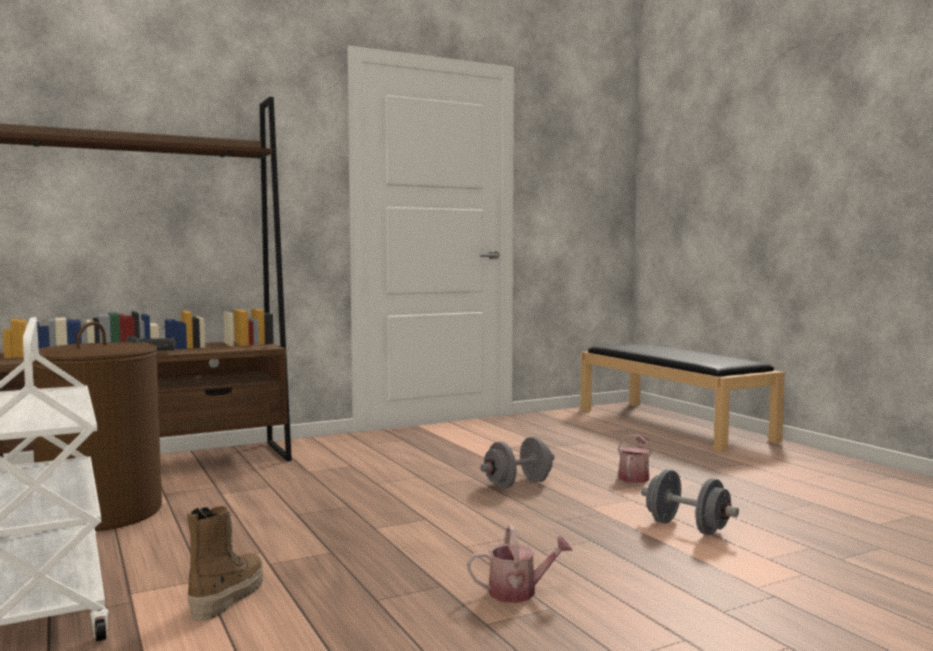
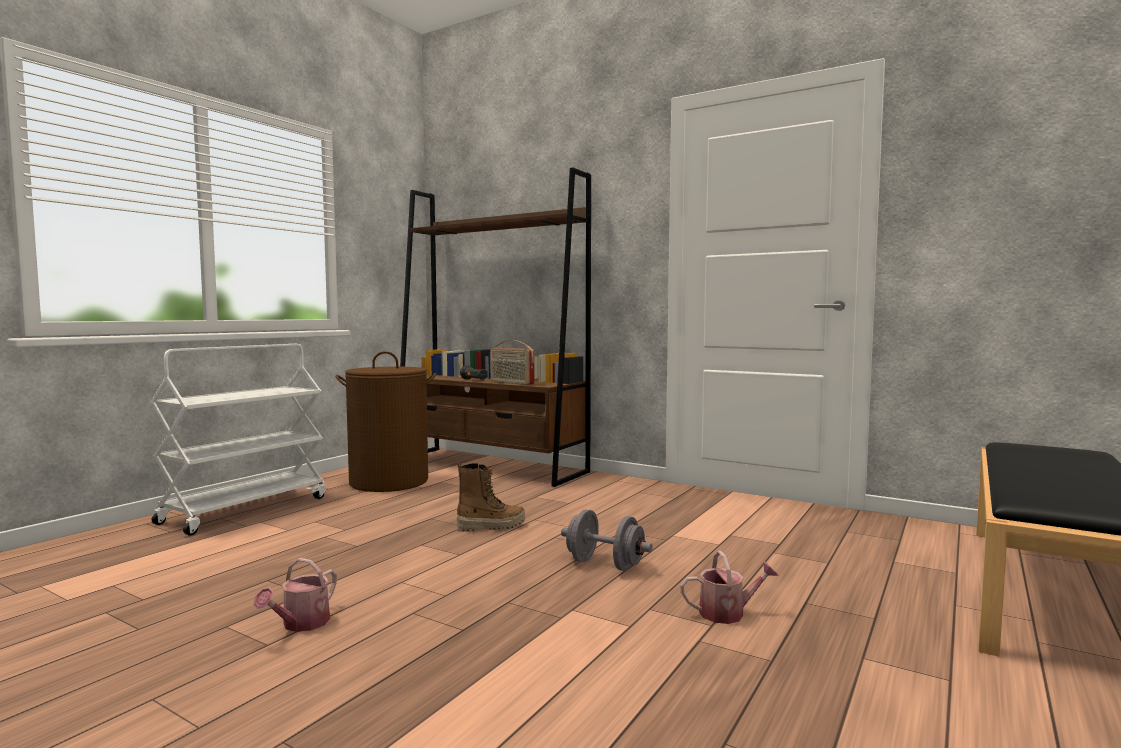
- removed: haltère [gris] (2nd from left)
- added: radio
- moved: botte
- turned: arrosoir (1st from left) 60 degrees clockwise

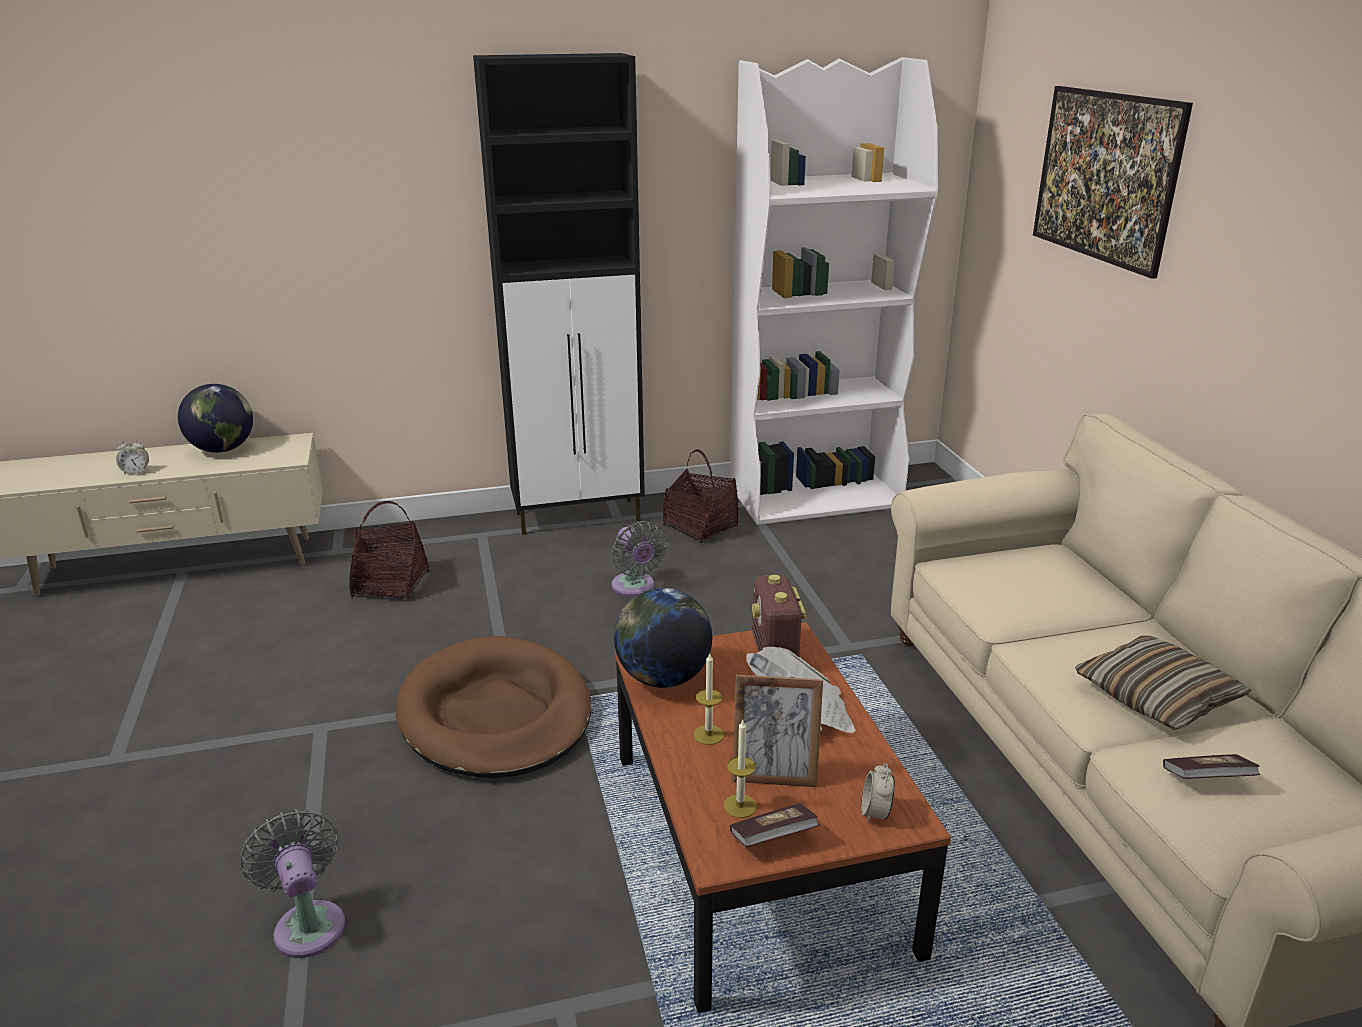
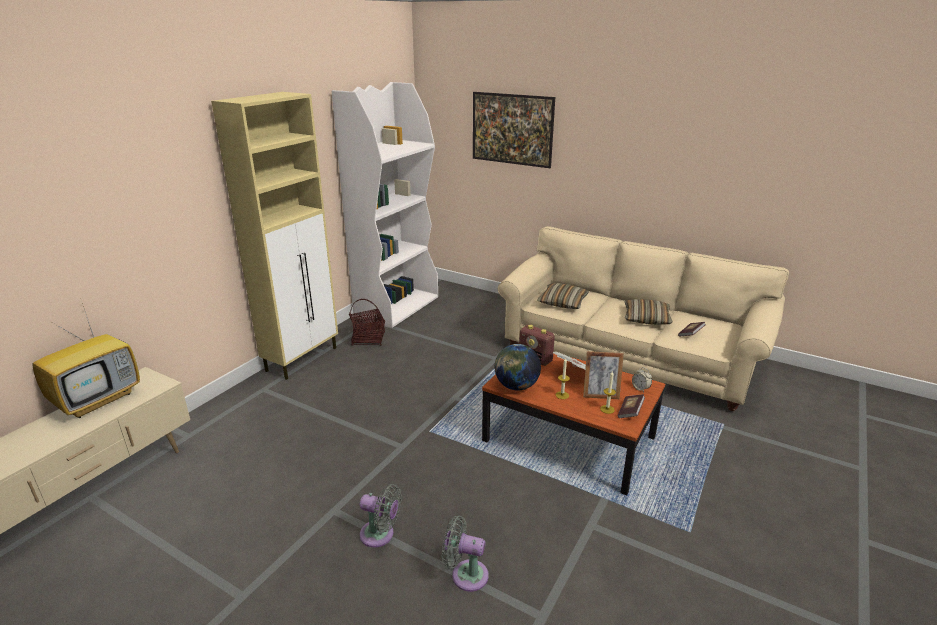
- removed: réveil (1st from left)
- removed: panier (1st from left)
- removed: panier pour chien [marron]
- added: coussin (1st from left)
- moved: ventilateur [gris] (2nd from left in the first image) to ventilateur [gris] (1st from left)
- replaced: globe (1st from left) to téléviseur
- recoloured: meuble de rangement [noir] to meuble de rangement [beige]
- turned: cadre photo 45 degrees clockwise

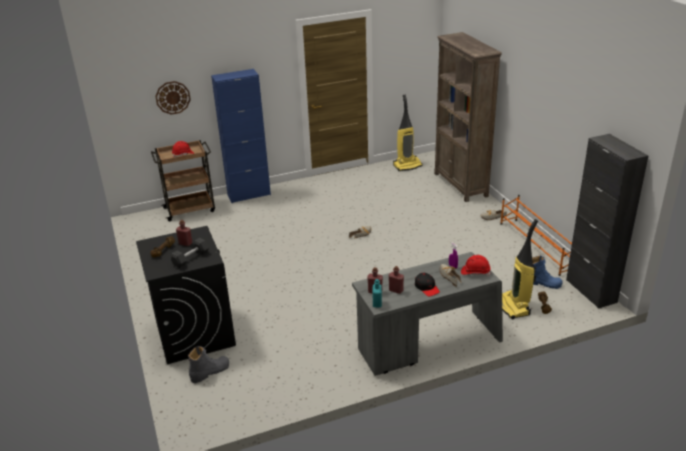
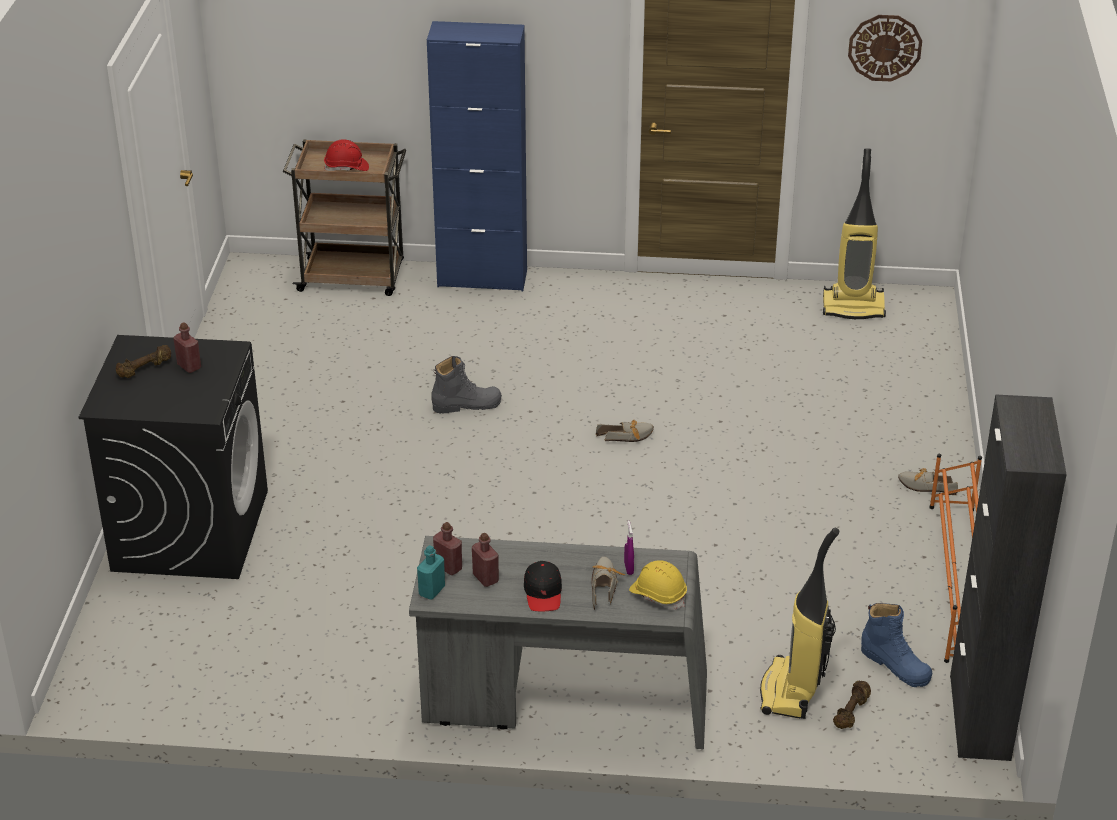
- removed: haltère [gris]
- removed: bibliothèque [marron]
- moved: horloge murale
- moved: botte [gris]
- recoloured: casque de chantier [rouge] (2nd from left) to casque de chantier [jaune]

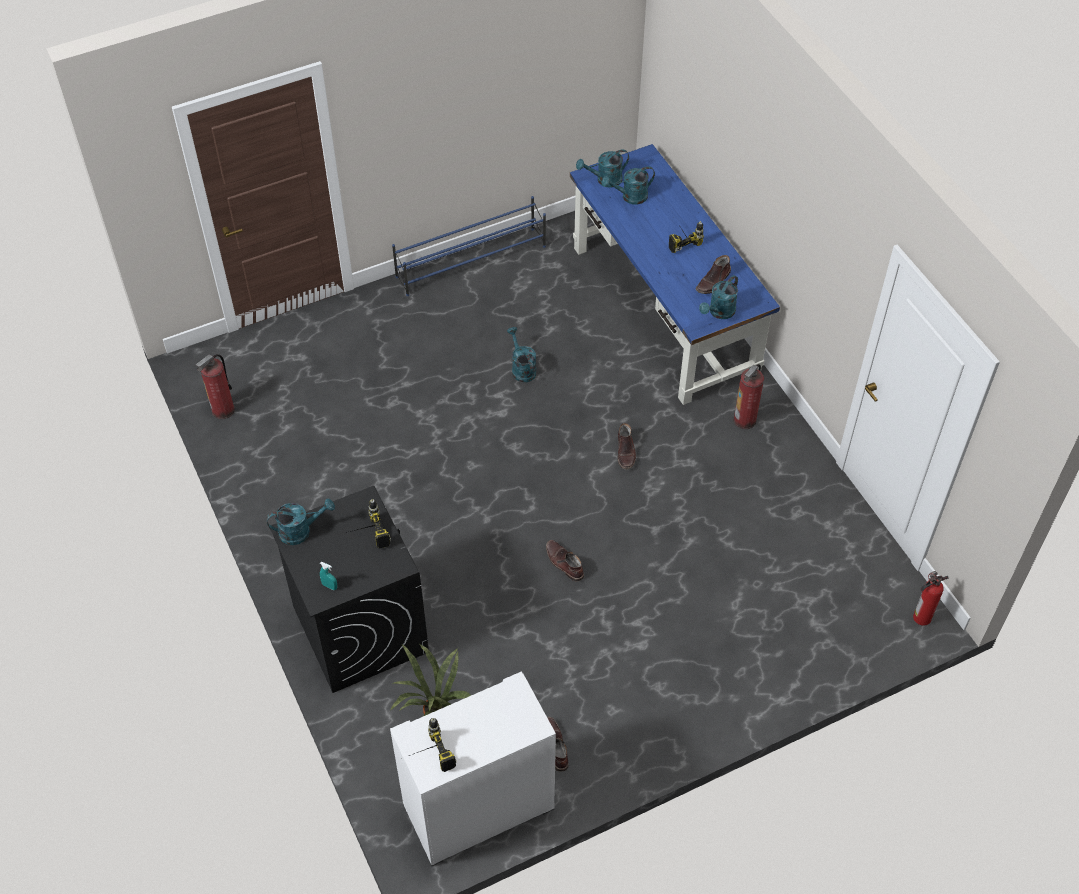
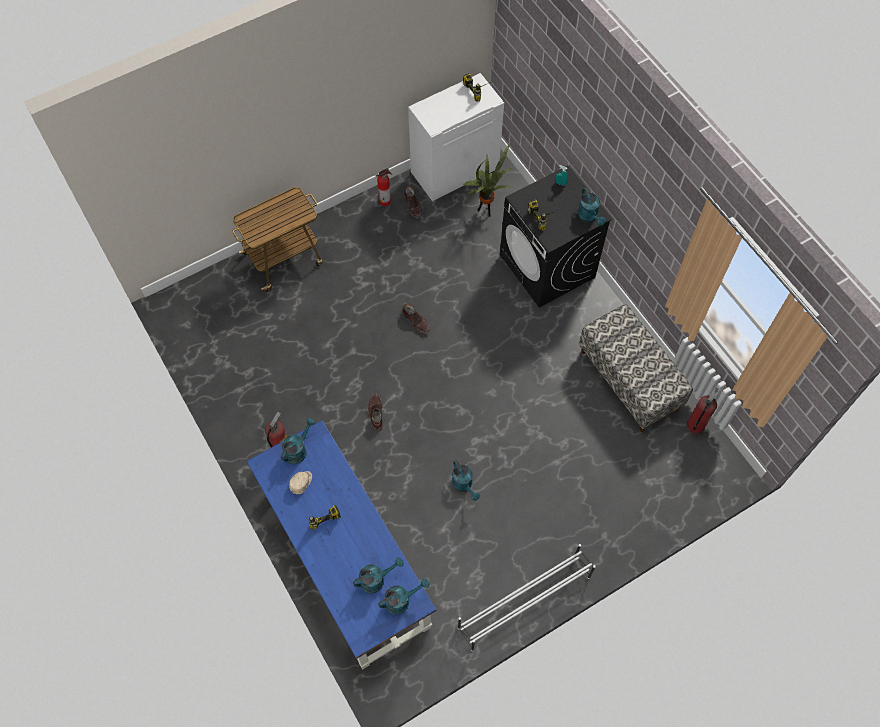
- added: chariot
- added: banc
- moved: extincteur (3rd from left in the first image) to extincteur (2nd from left)
- replaced: botte [marron] (4th from left) to casquette [beige]
- recoloured: étagère à chaussures [bleu] to étagère à chaussures [blanc]
- turned: arrosoir [turquoise] (1st from left in the first image) 90 degrees counterclockwise

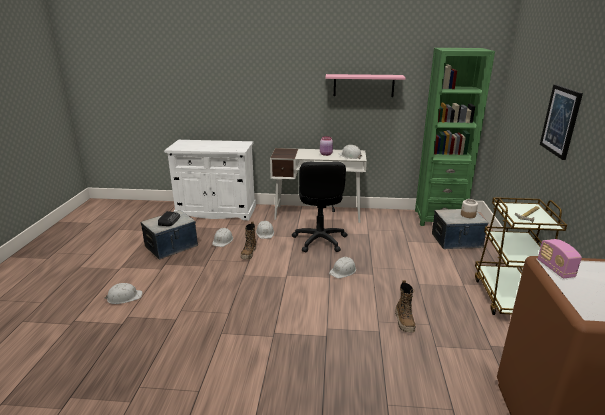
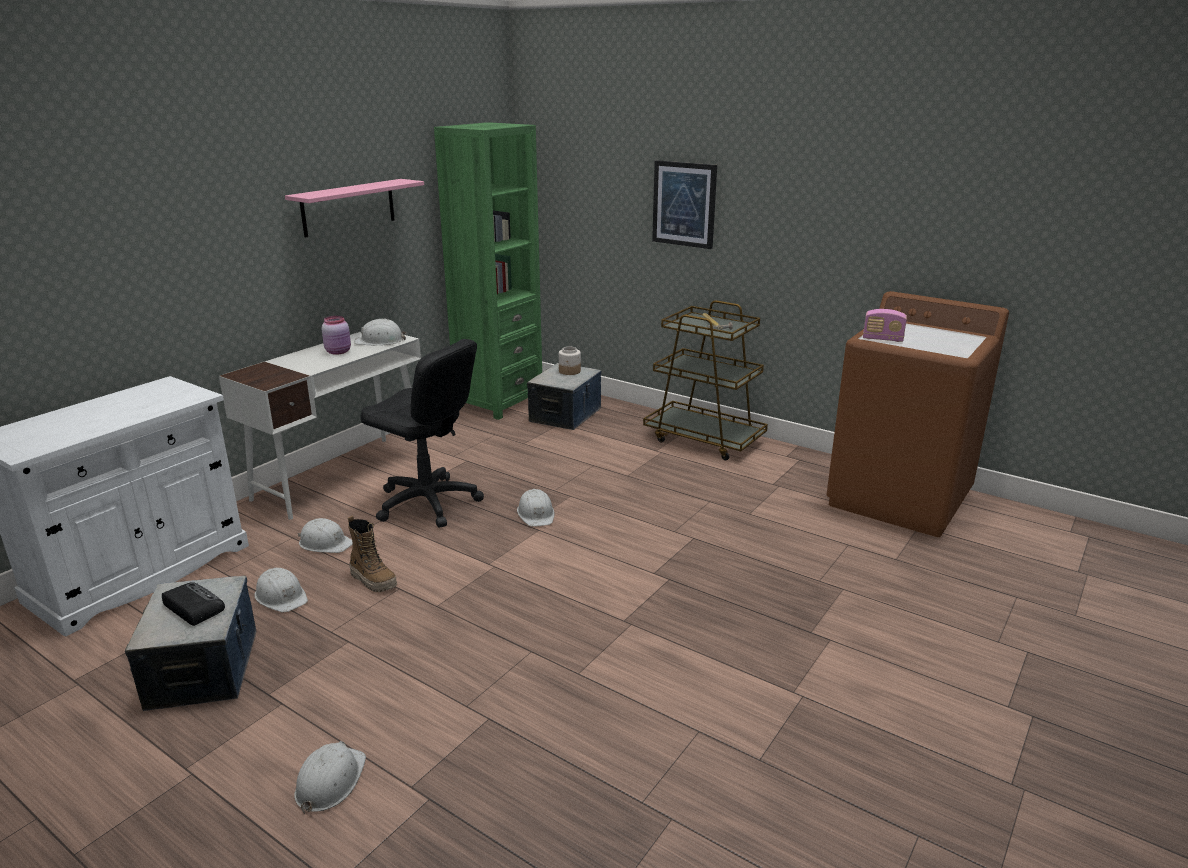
- removed: botte (2nd from left)

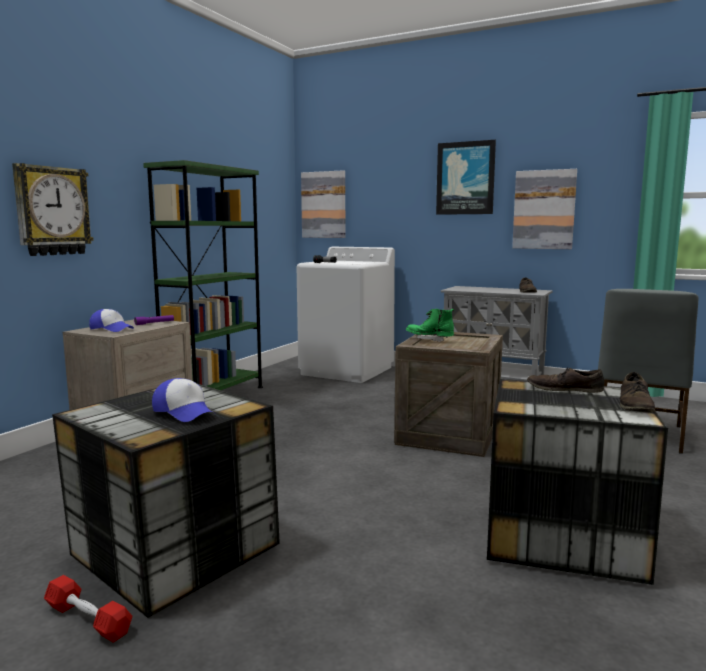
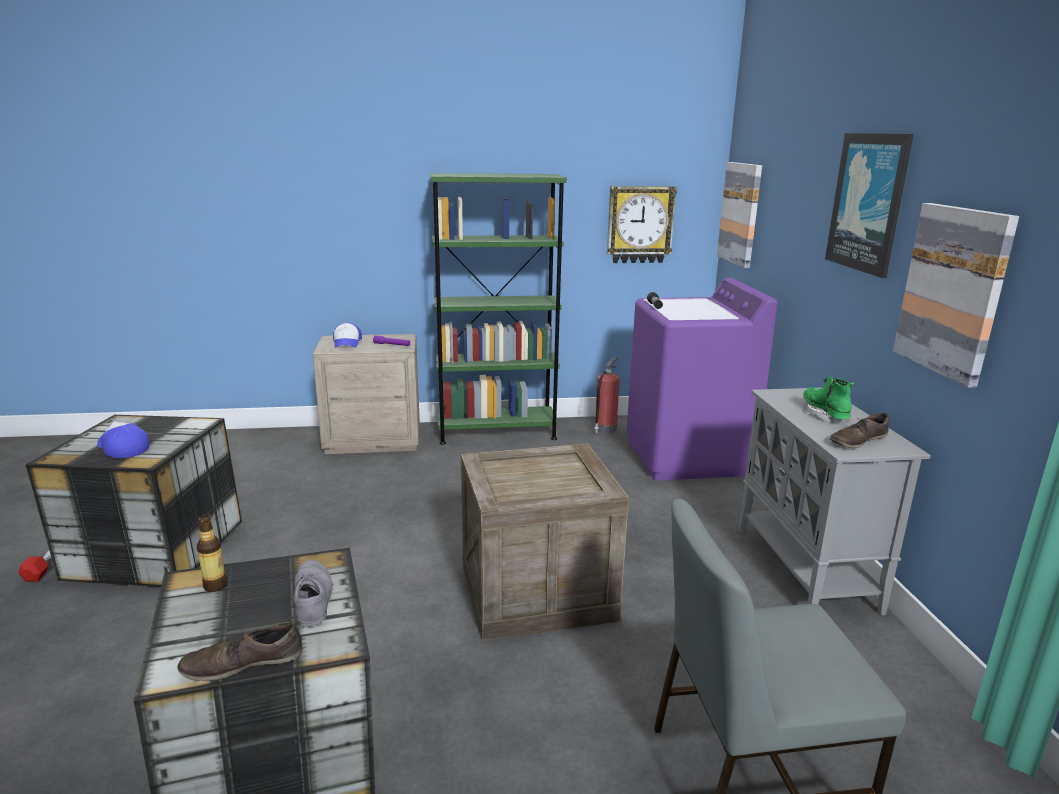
- added: bouteille
- added: extincteur
- moved: horloge murale
- moved: botte [vert]
- recoloured: lave-linge [blanc] to lave-linge [violet]
- recoloured: chaussure [marron] (2nd from left) to chaussure [gris]
- turned: casquette (2nd from left in the first image) 120 degrees clockwise

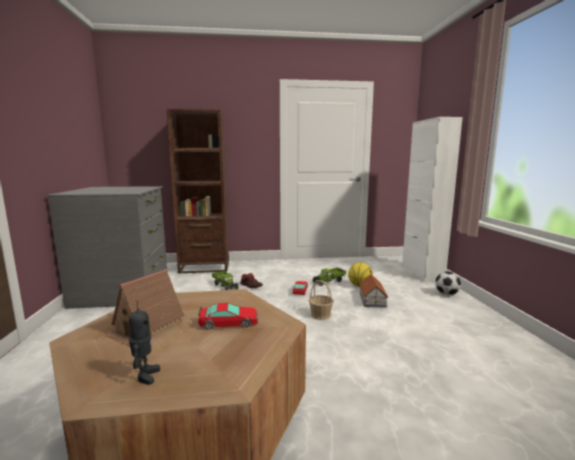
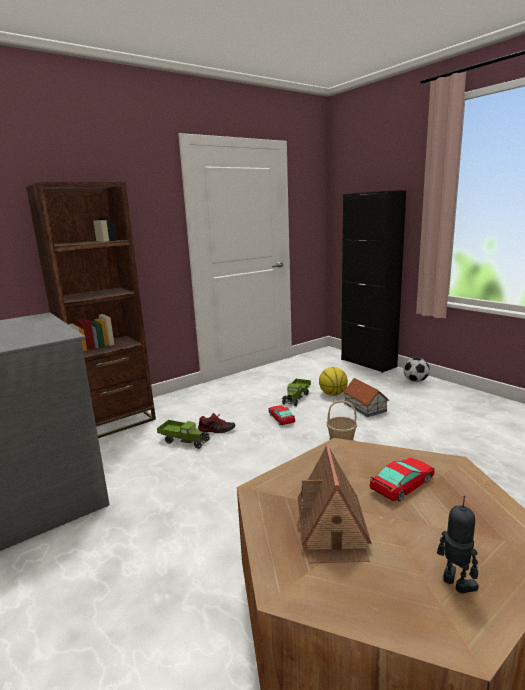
- recoloured: meuble de rangement [blanc] to meuble de rangement [noir]

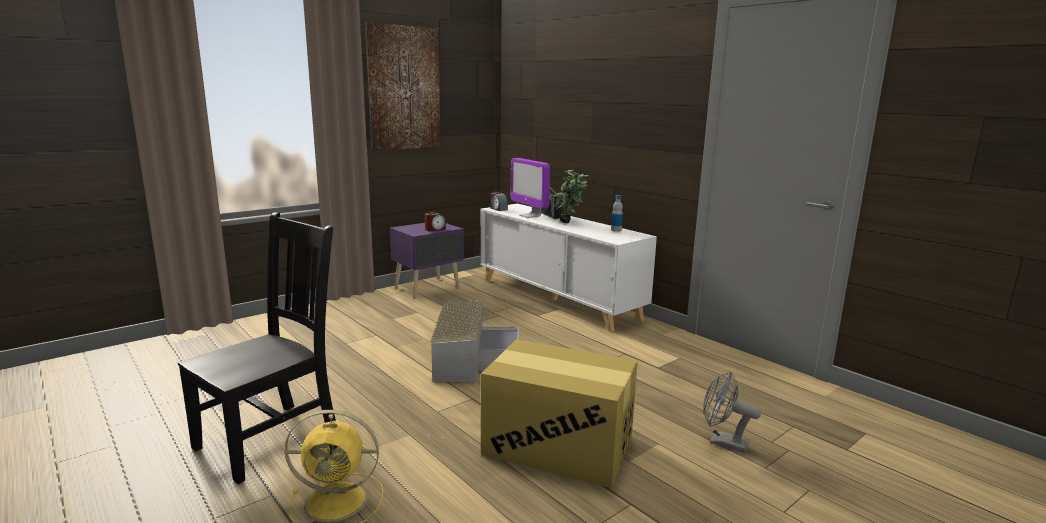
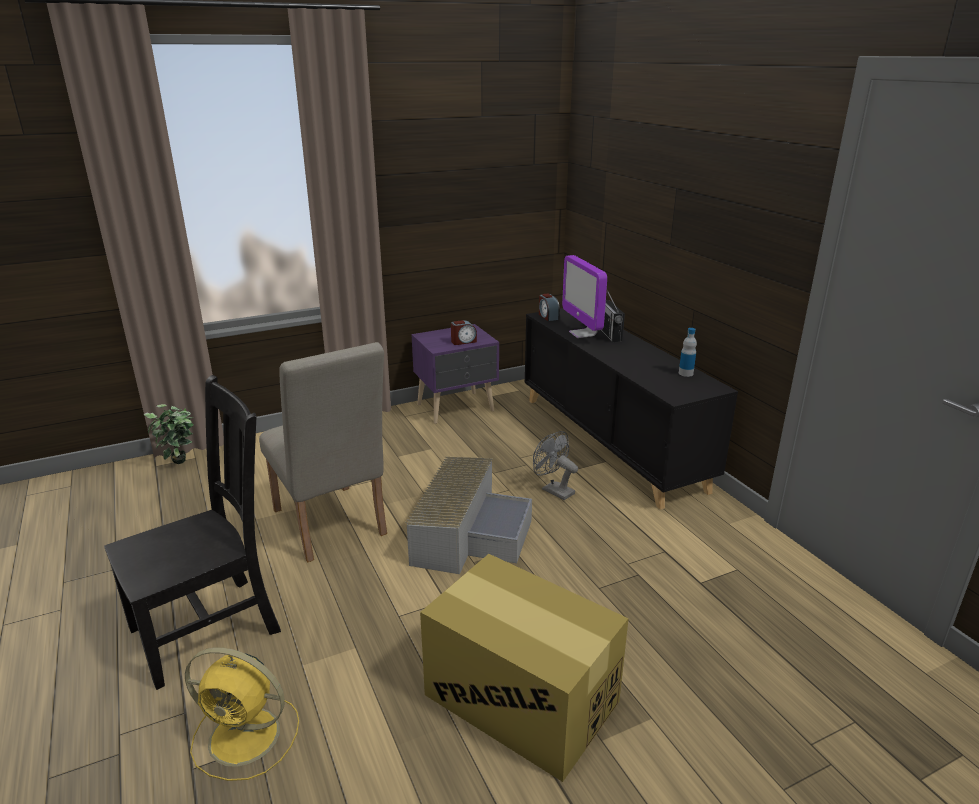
- removed: tableau
- added: chaise [beige]
- moved: plante en pot
- moved: ventilateur [gris]
- recoloured: meuble de rangement [blanc] to meuble de rangement [noir]

